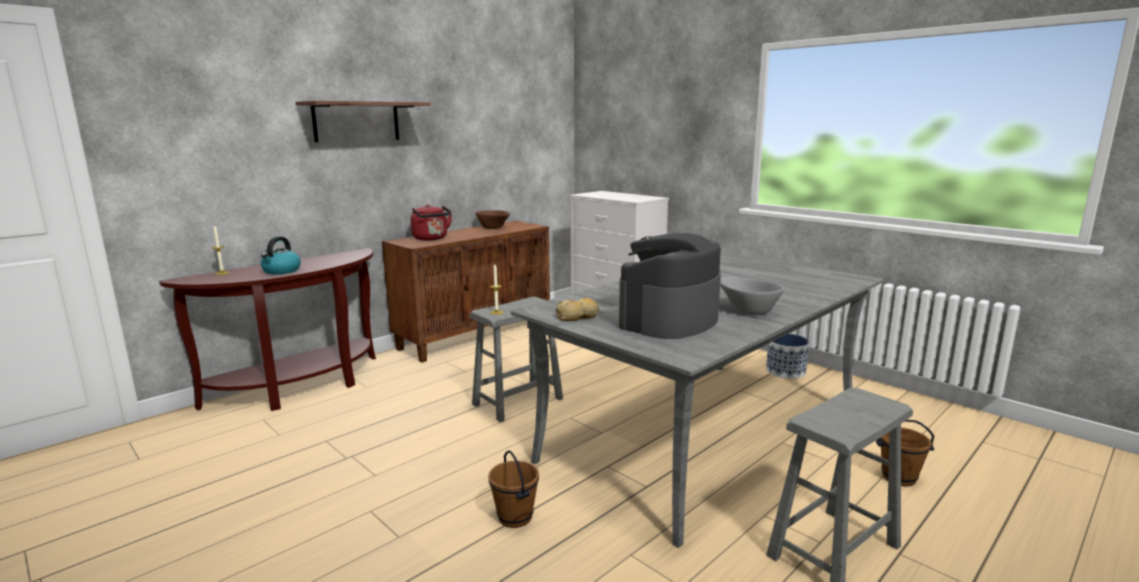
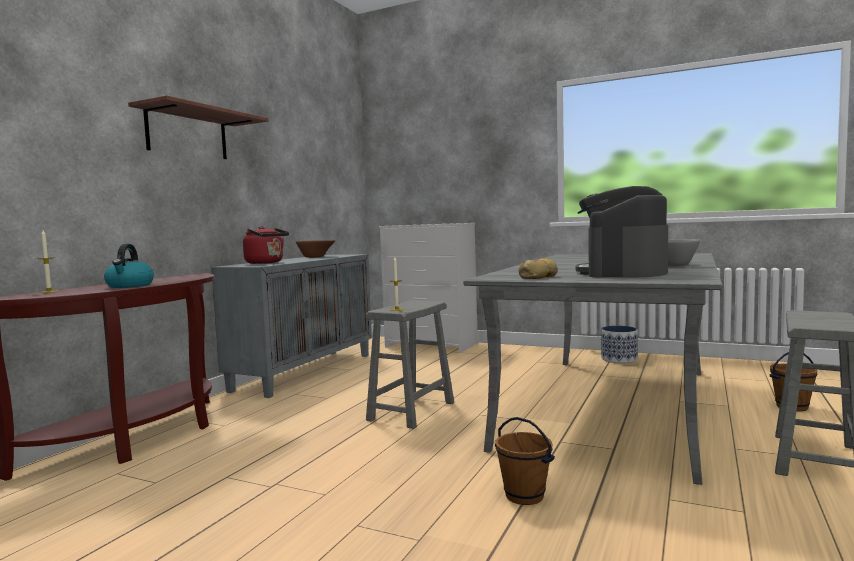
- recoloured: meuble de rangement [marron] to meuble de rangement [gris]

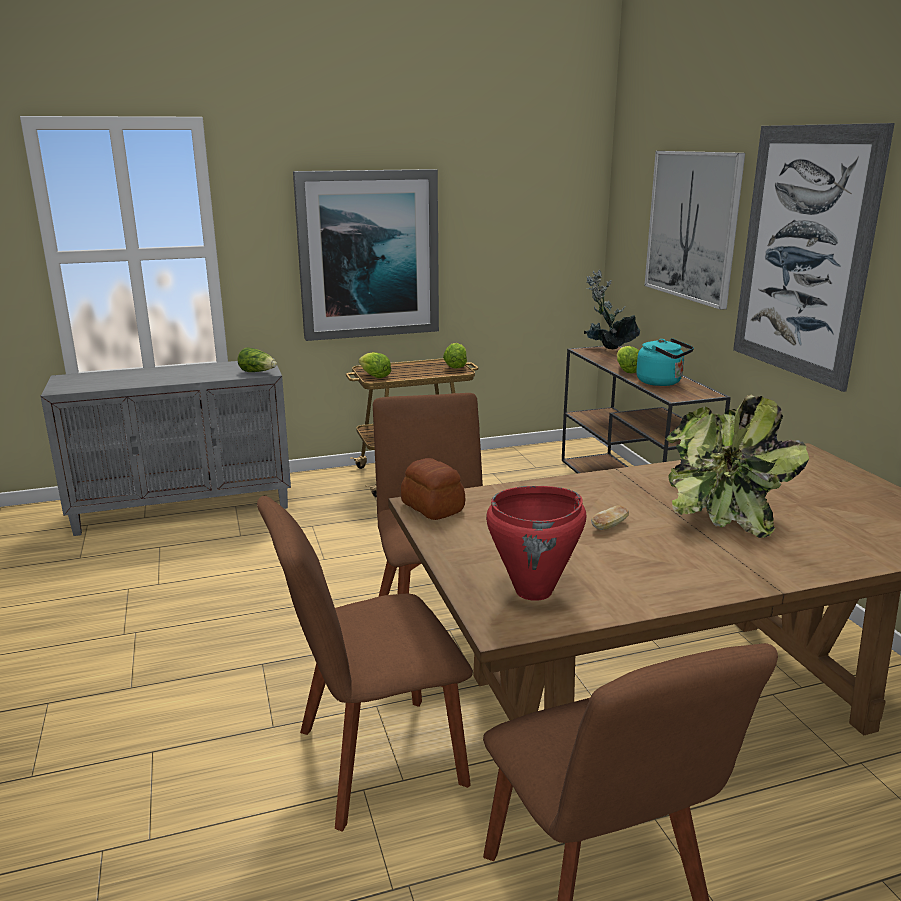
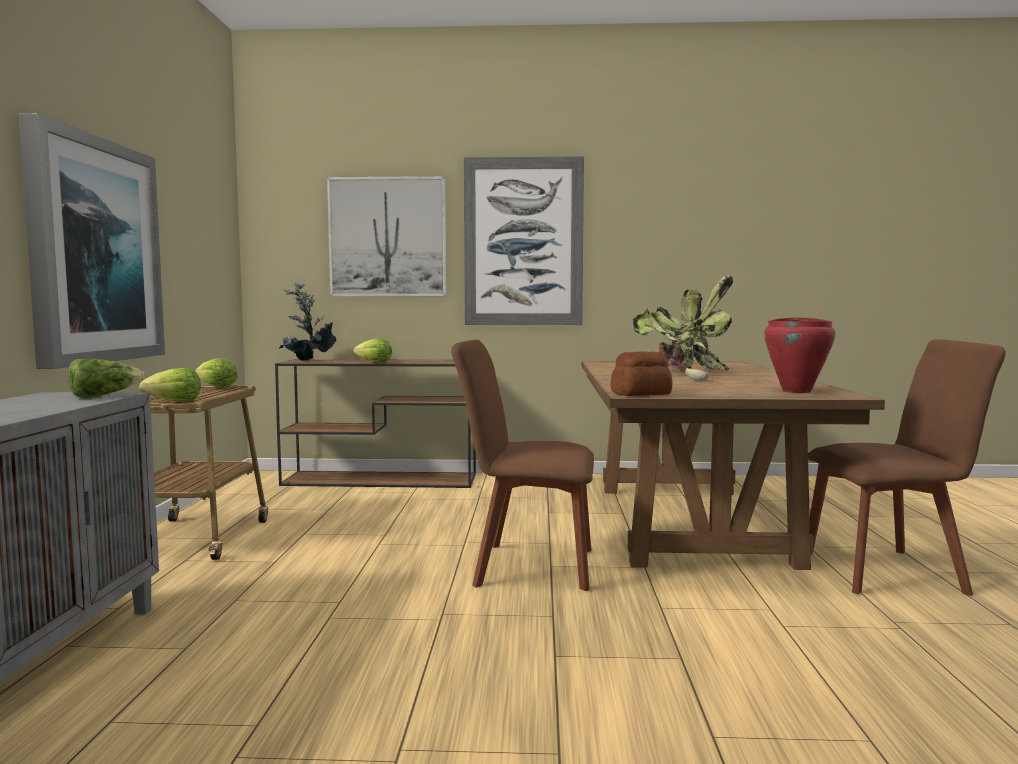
- removed: chaise [marron] (1st from left)
- removed: bouilloire [turquoise]

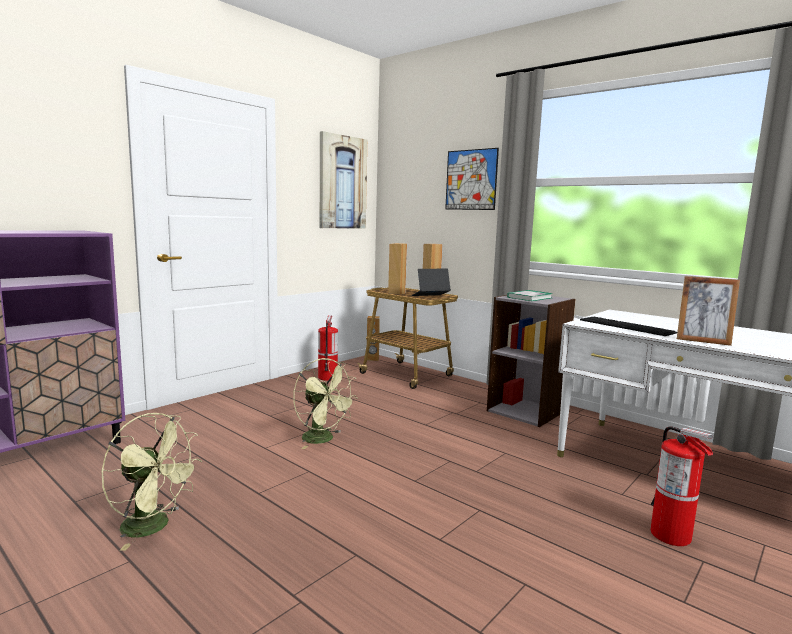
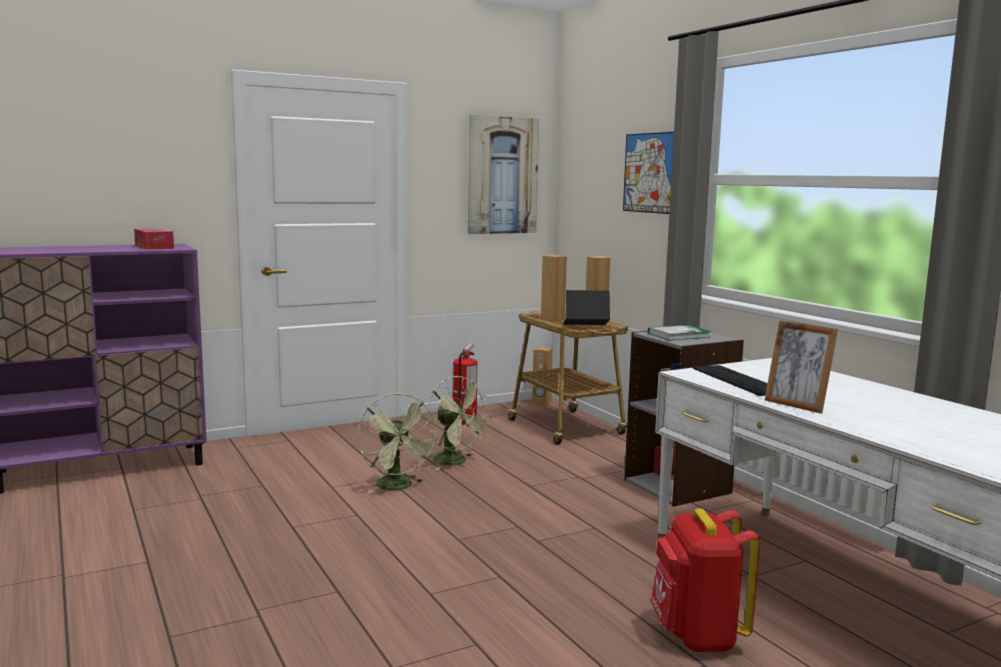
- added: boîte à mouchoirs
- moved: ventilateur [vert] (1st from left in the first image) to ventilateur [vert] (2nd from left)
- replaced: extincteur (2nd from left) to sac à dos [rouge]

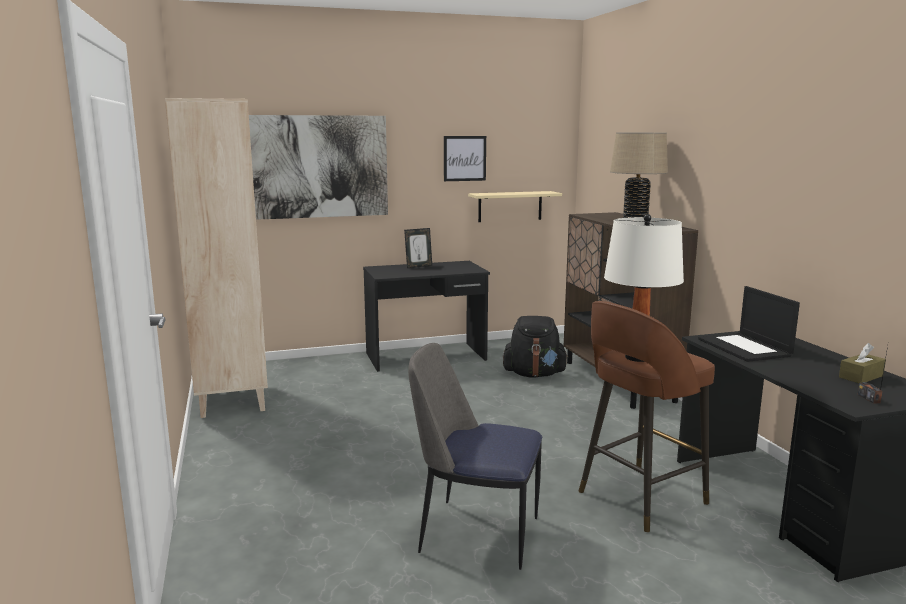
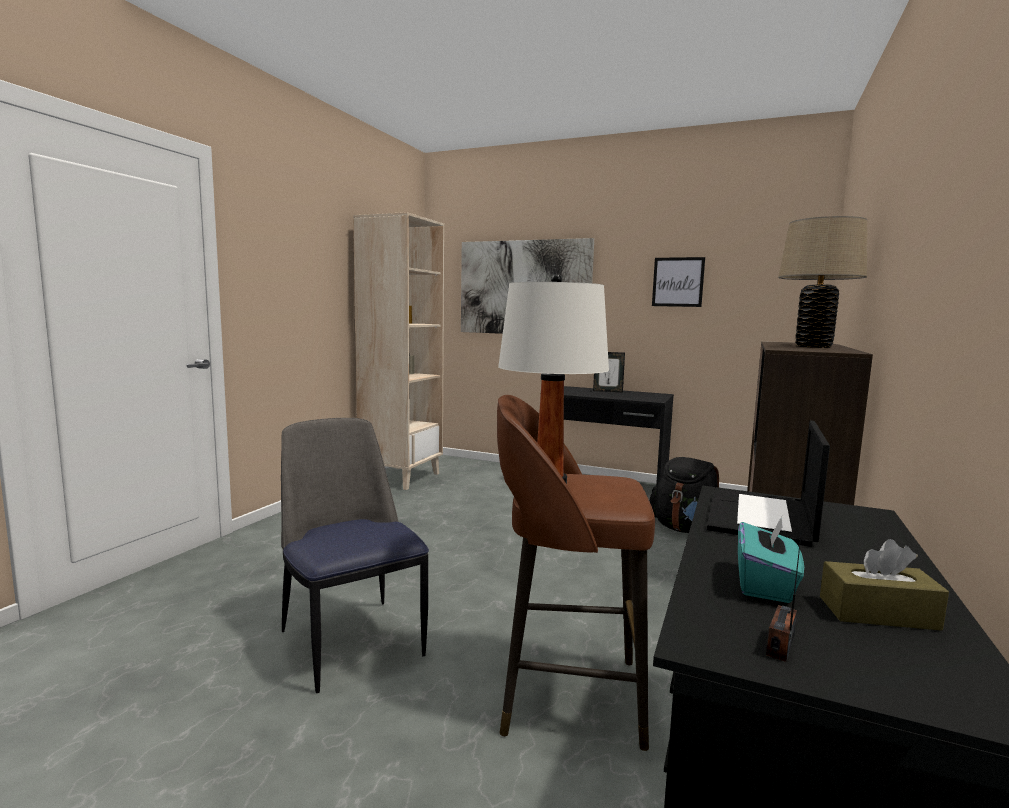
- removed: étagère [beige]
- added: boîte à mouchoirs [turquoise]

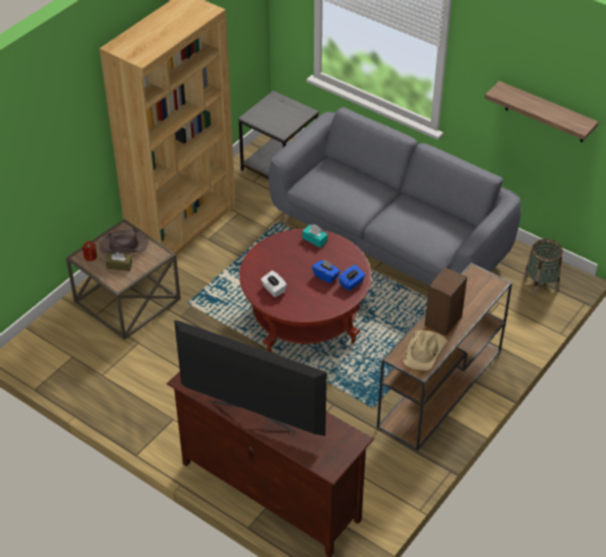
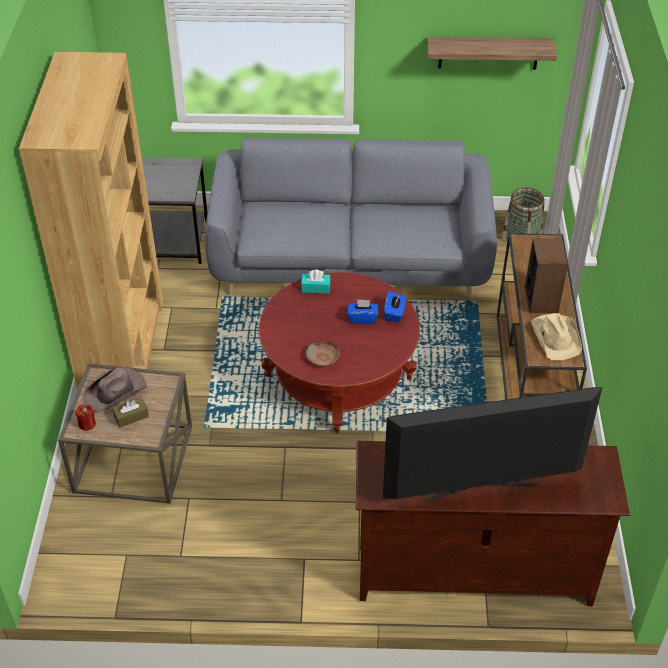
- replaced: boîte à mouchoirs [blanc] to bol [marron]

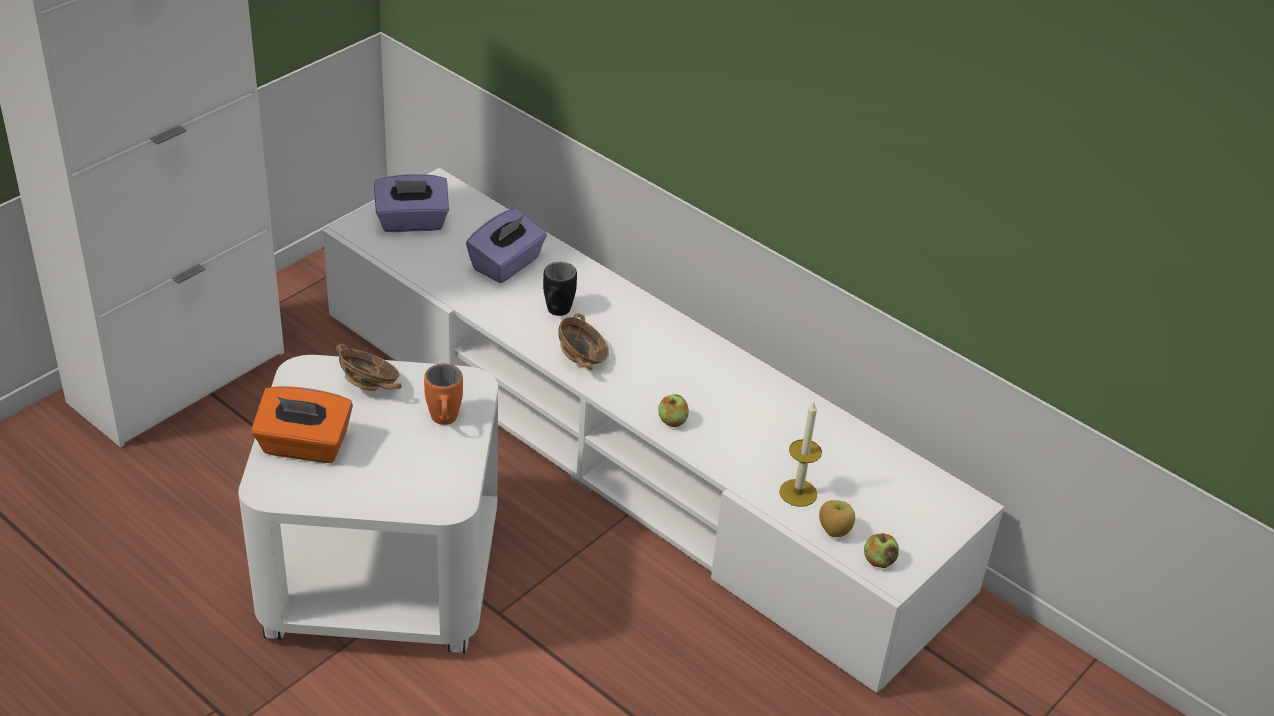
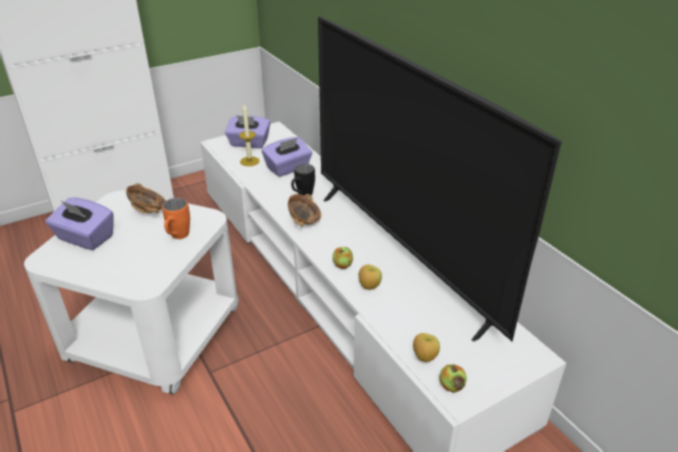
- added: téléviseur
- added: pomme (2nd from left)
- moved: bougie
- recoloured: boîte à mouchoirs [orange] to boîte à mouchoirs [violet] (1st from left)

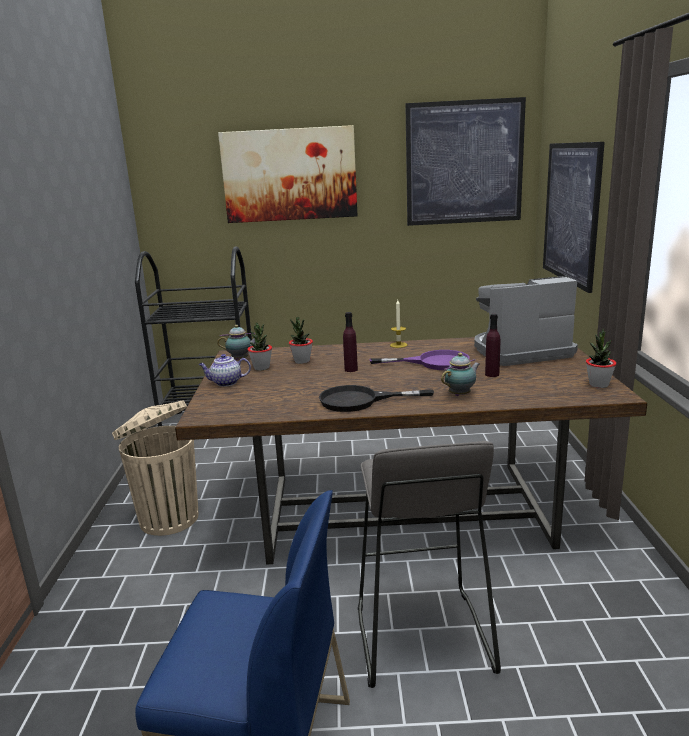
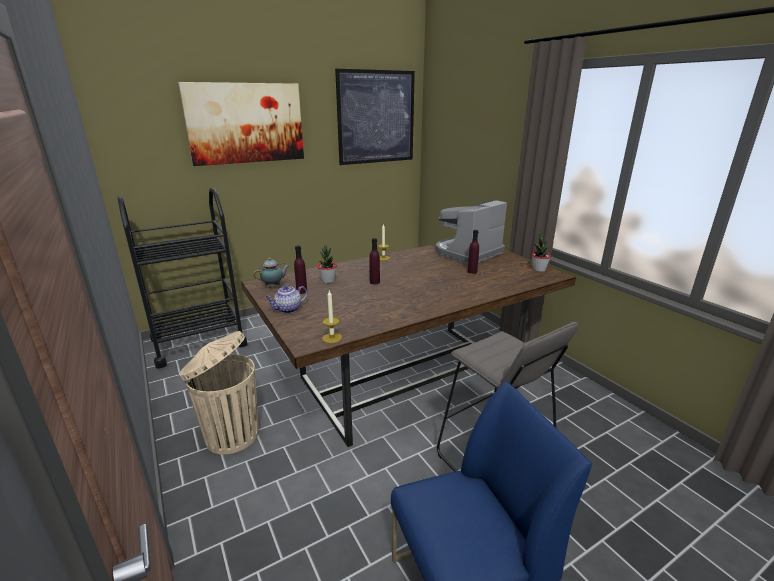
- removed: poêle [noir]
- removed: poêle [violet]
- removed: théière (3rd from left)
- removed: tableau (3rd from left)
- added: bougie (1st from left)
- replaced: plante en pot (1st from left) to bouteille [violet] (1st from left)

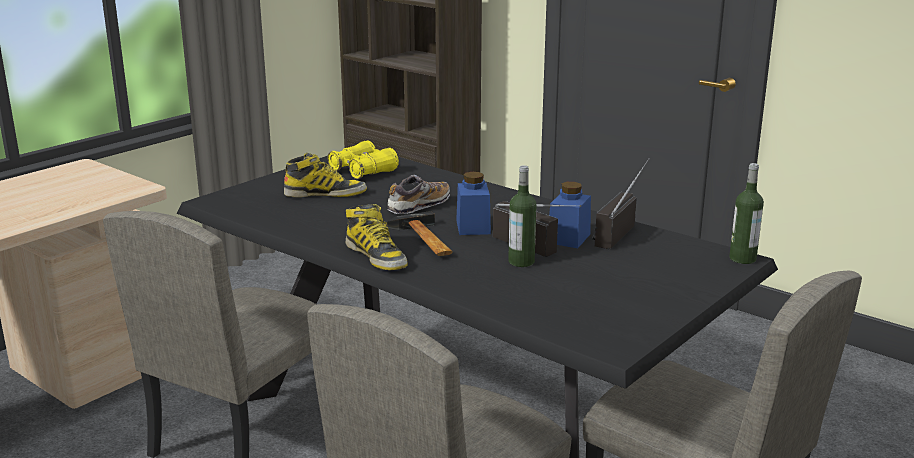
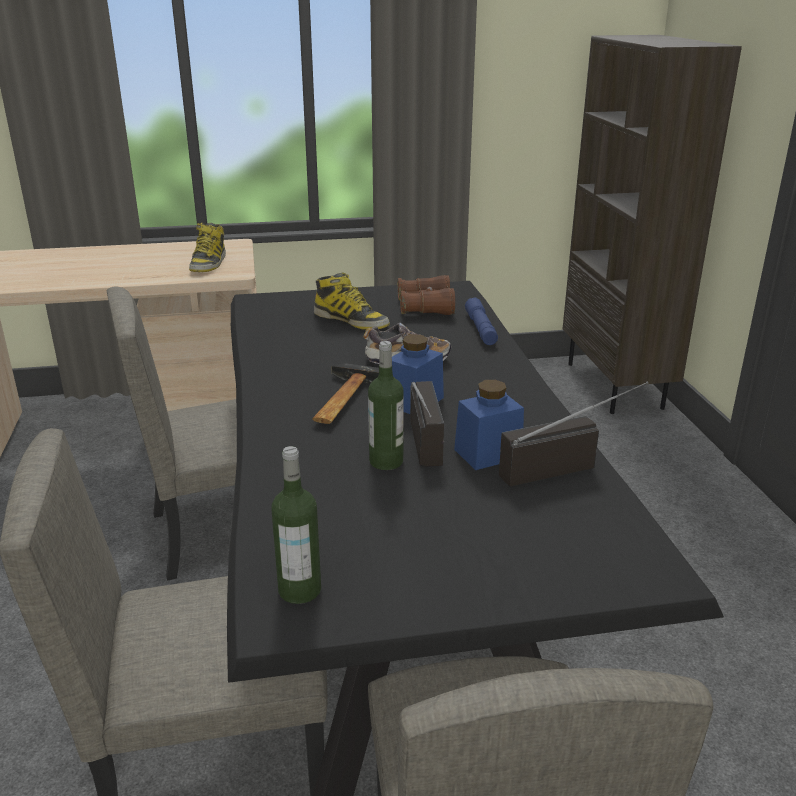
- added: lampe de poche [bleu]
- moved: botte (2nd from left in the first image) to botte (1st from left)
- moved: bouteille (2nd from left in the first image) to bouteille (1st from left)
- recoloured: jumelles [jaune] to jumelles [marron]

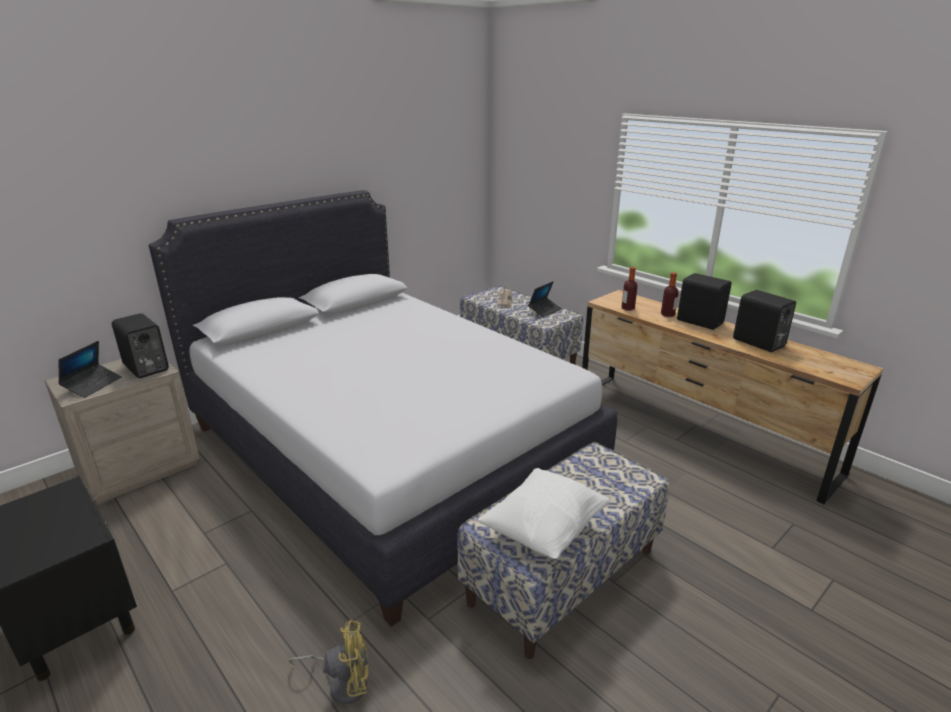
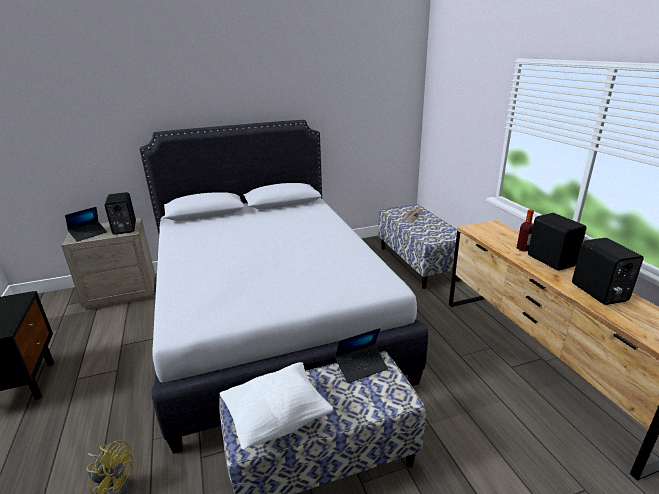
- removed: bouteille (1st from left)
- moved: ordinateur portable (2nd from left)

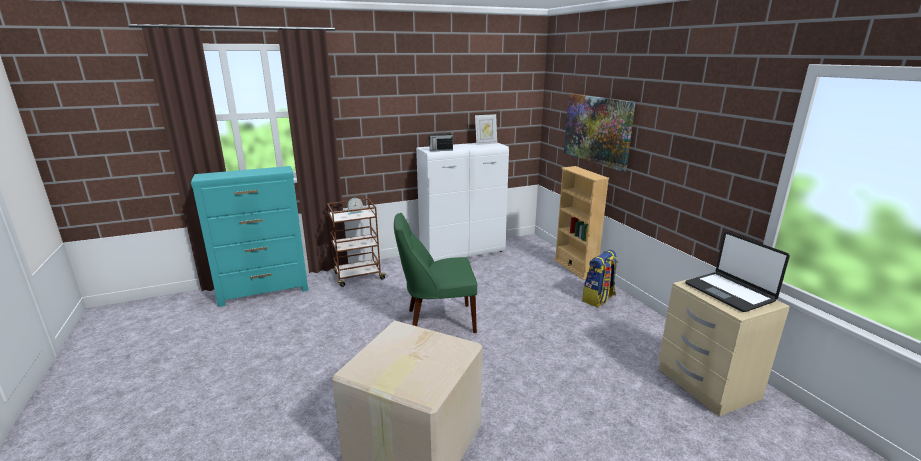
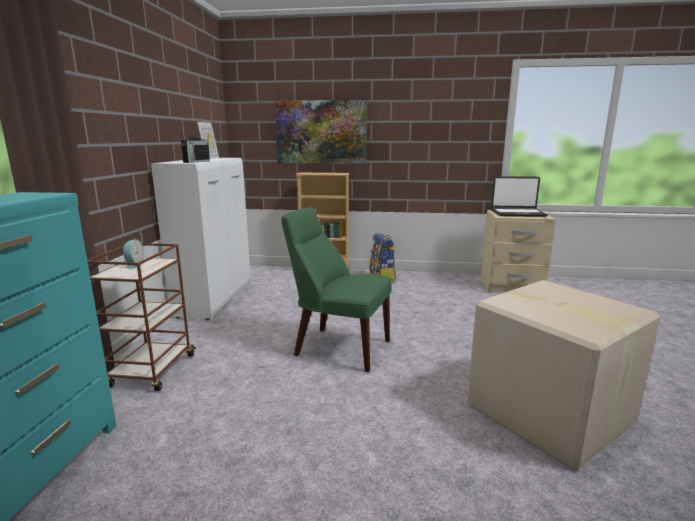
- turned: chaise [vert] 90 degrees clockwise

